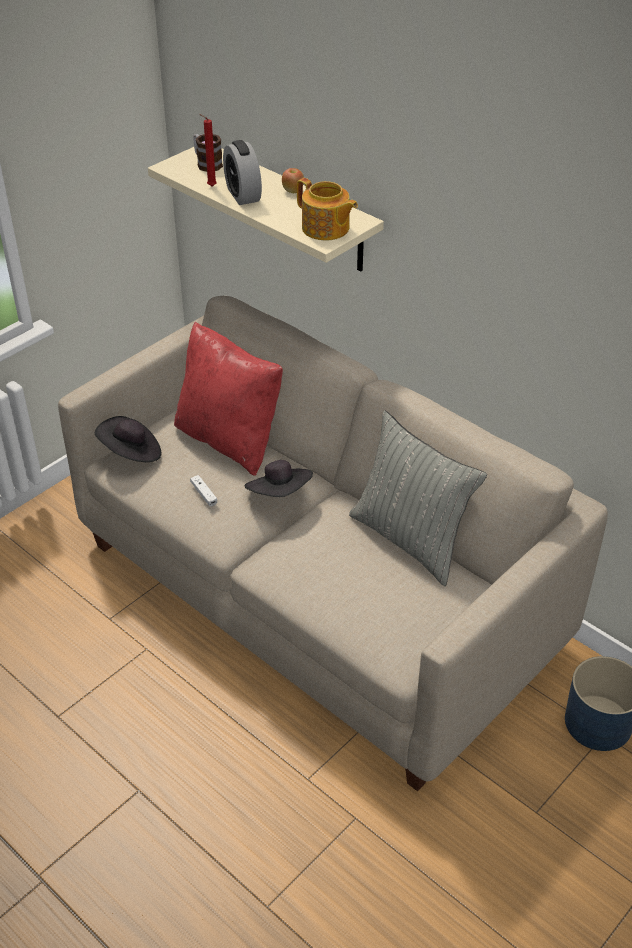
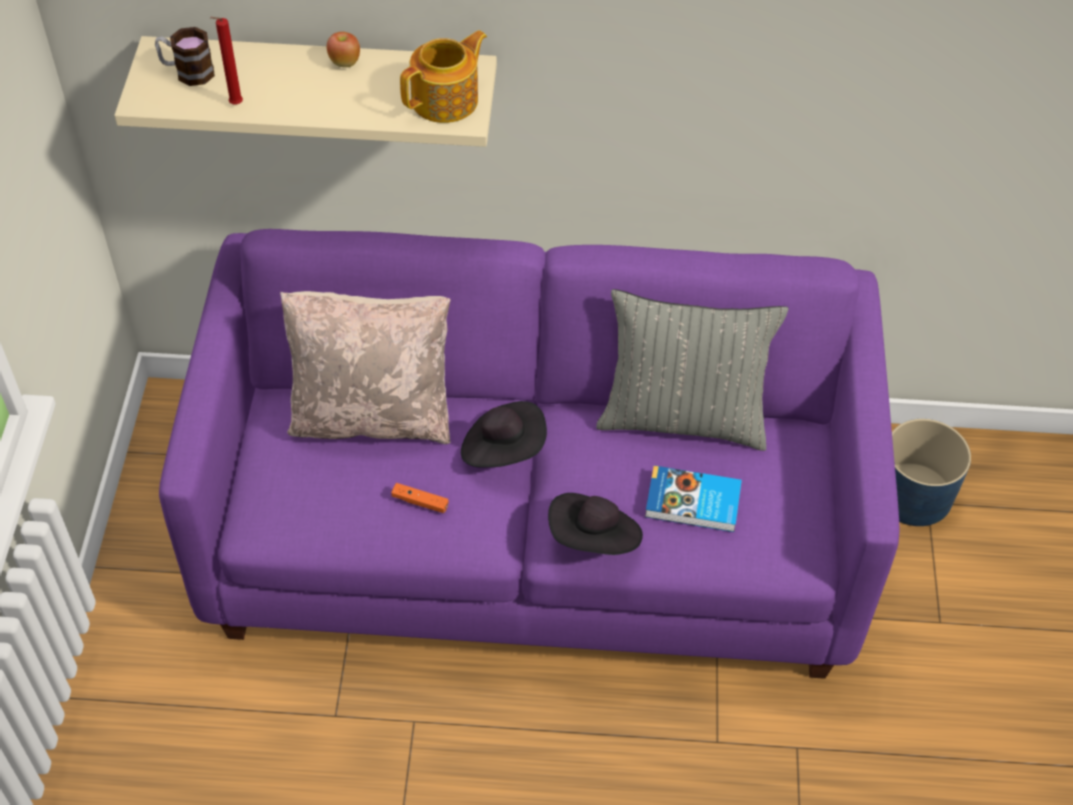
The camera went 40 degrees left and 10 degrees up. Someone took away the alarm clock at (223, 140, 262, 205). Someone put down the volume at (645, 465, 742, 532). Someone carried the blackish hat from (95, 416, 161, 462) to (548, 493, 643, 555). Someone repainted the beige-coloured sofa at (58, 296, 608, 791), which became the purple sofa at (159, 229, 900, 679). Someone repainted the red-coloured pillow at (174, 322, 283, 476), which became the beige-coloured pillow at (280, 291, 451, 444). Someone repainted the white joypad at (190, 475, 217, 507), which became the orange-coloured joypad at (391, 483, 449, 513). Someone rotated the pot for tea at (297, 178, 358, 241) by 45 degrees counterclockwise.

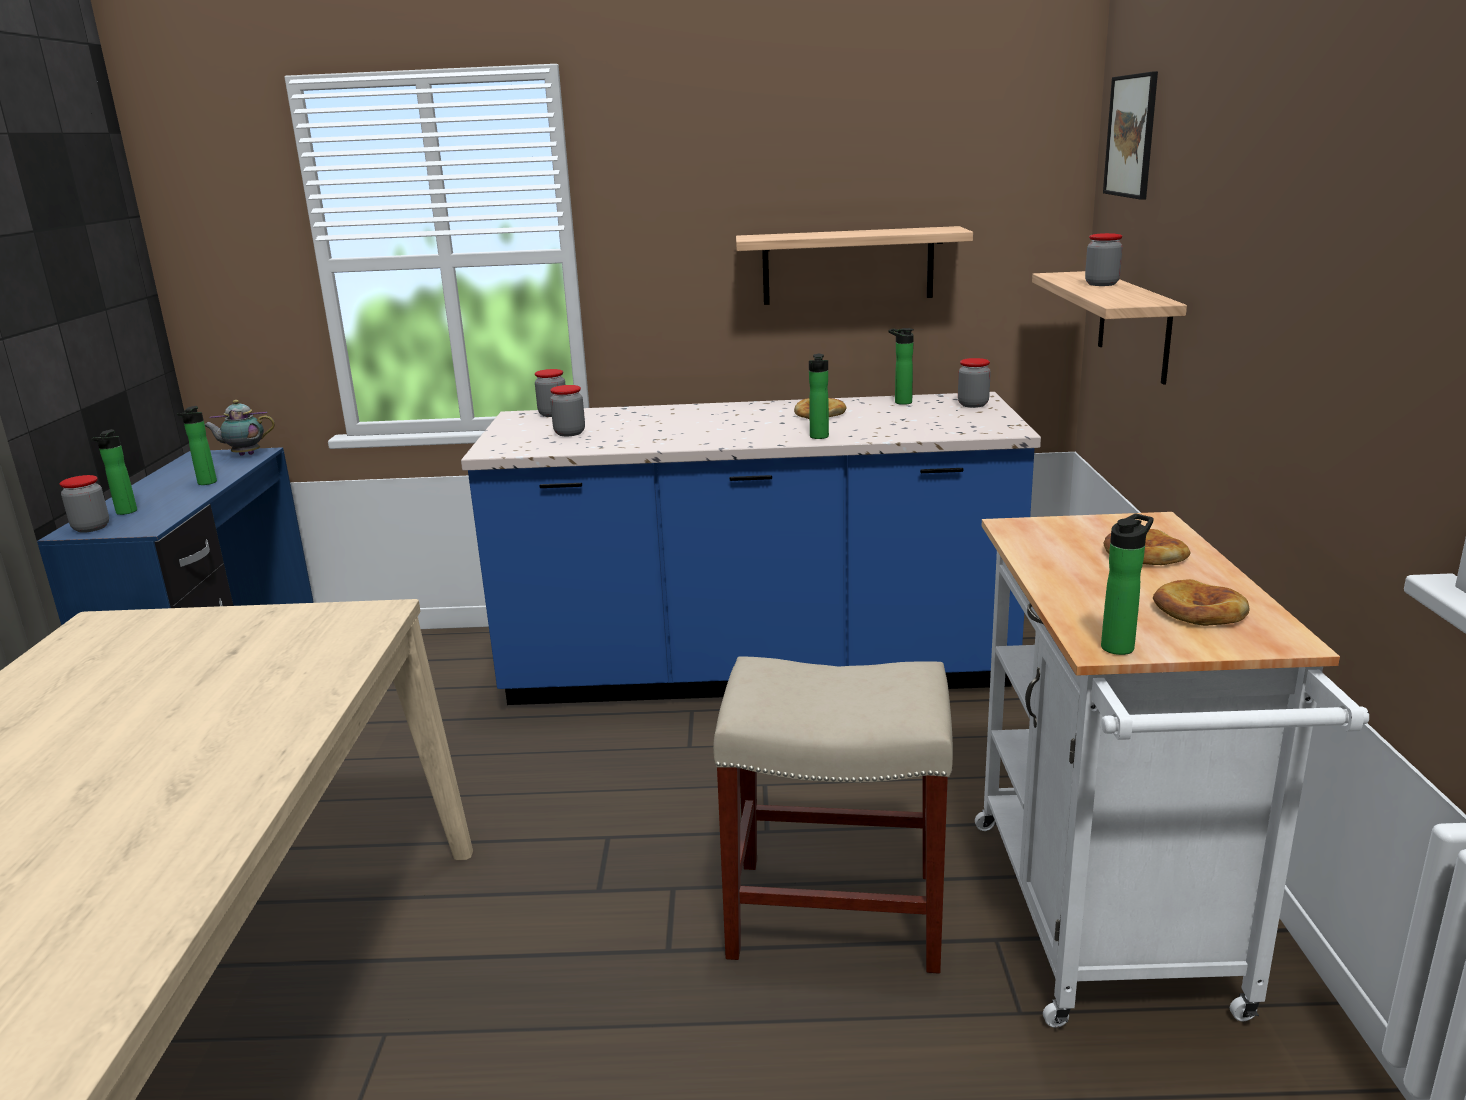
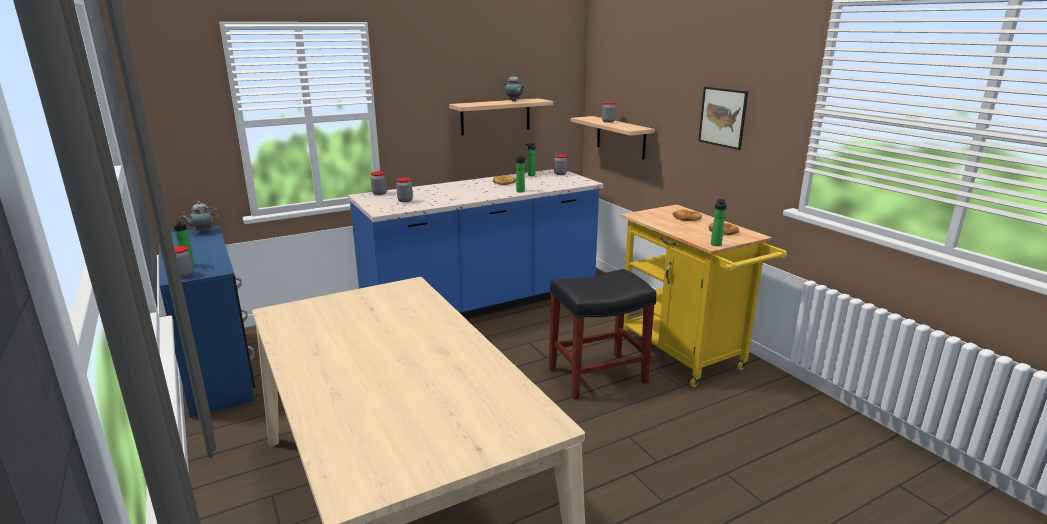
The camera went 30 degrees left and 0 degrees up. Someone took away the beverage bottle at (177, 406, 217, 485). Someone put down the pot for tea at (504, 74, 525, 102). Someone carried the wall art from (1103, 71, 1158, 200) to (698, 87, 748, 150). Someone repainted the beige-coloured sitting stool at (713, 656, 953, 973), which became the blackish sitting stool at (549, 269, 657, 400). Someone repainted the white cart at (975, 512, 1369, 1027), which became the yellow cart at (621, 204, 787, 387).

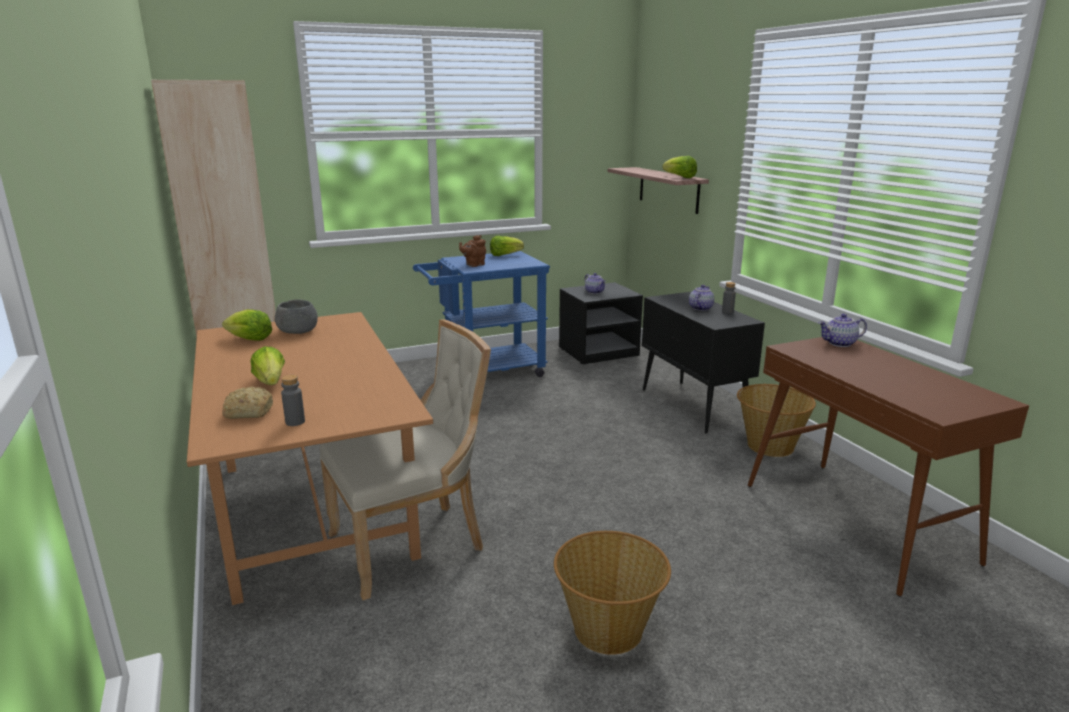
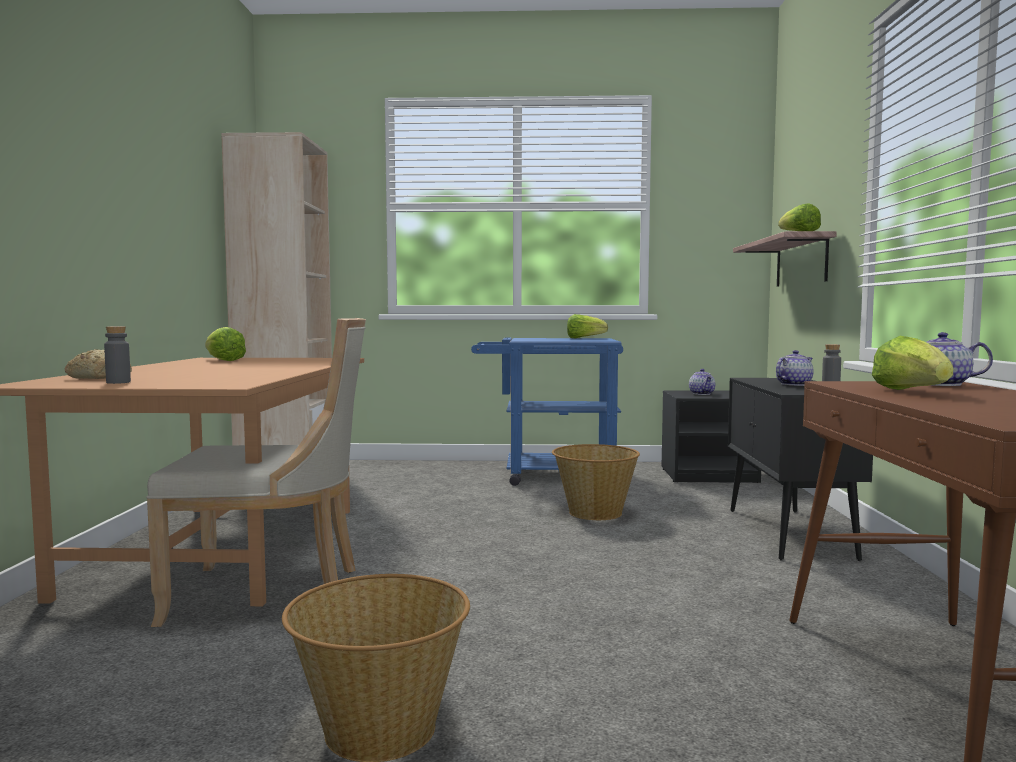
The camera went 25 degrees right and 15 degrees down. Someone took away the grey serving bowl at (275, 299, 318, 334). Someone took away the brown pot for tea at (459, 235, 486, 267). Someone carried the lettuce from (250, 347, 285, 385) to (872, 336, 954, 390). Someone carried the basket from (737, 384, 816, 457) to (552, 444, 640, 520).

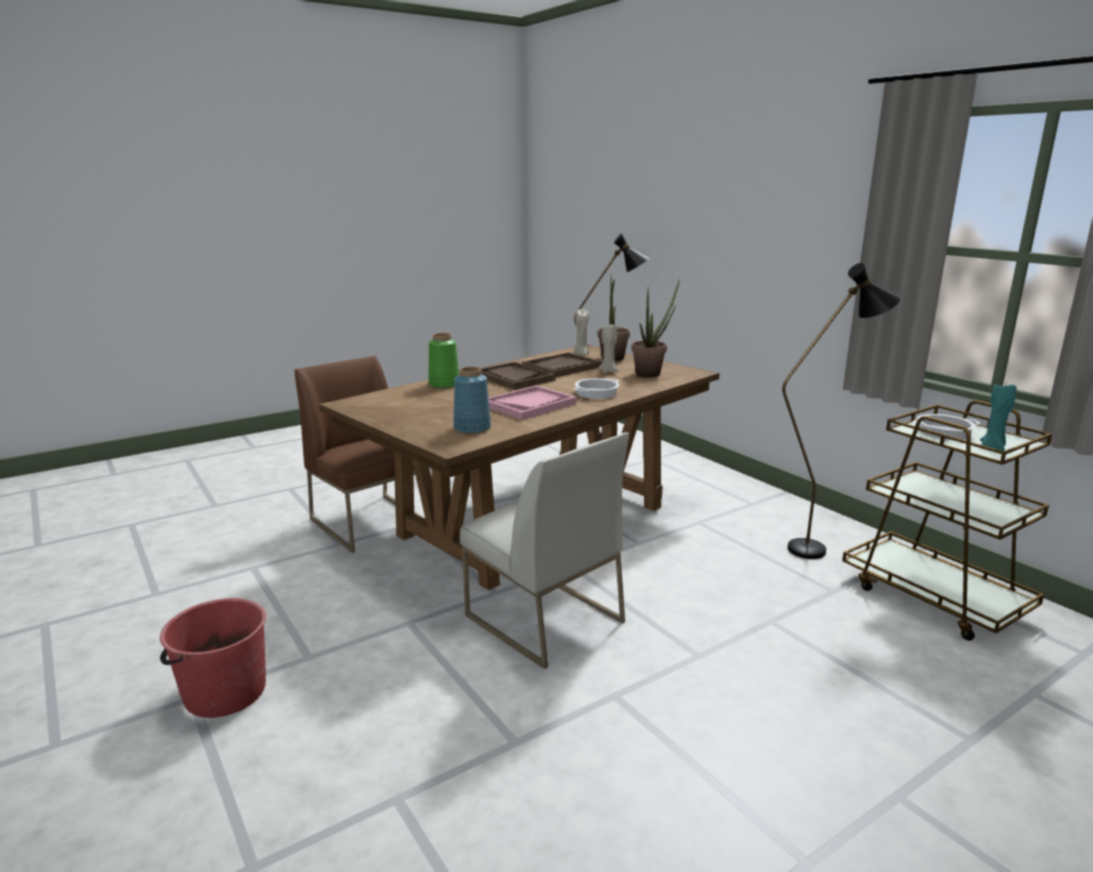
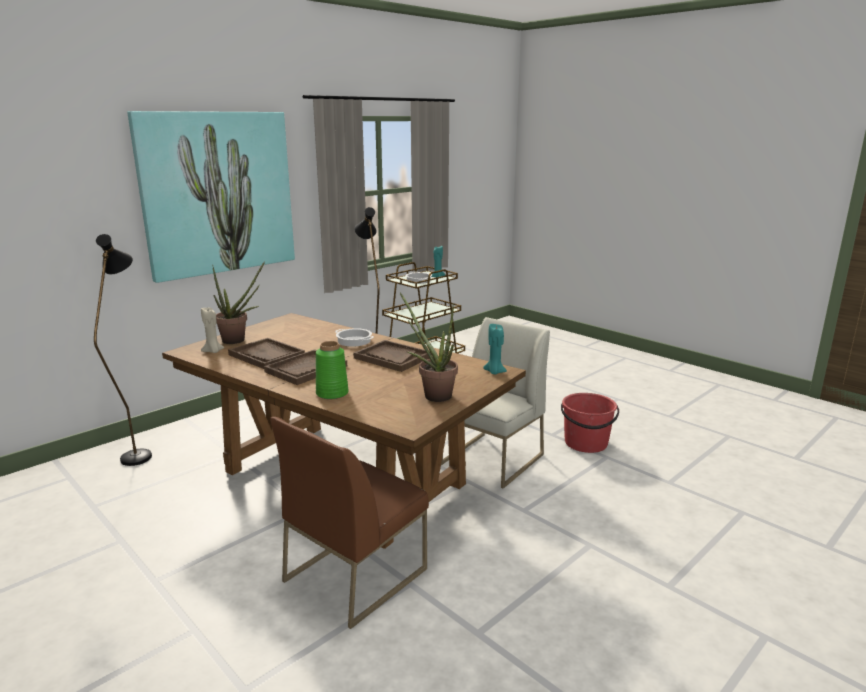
The camera went 100 degrees left and 0 degrees up. Someone took away the bluish decorative vase at (453, 367, 491, 434). Someone took away the beige-coloured wax candle at (598, 324, 618, 373). Someone put up the wall art at (127, 111, 295, 283). Someone put down the turquoise-coloured wax candle at (483, 324, 507, 375). Someone carried the red-coloured bucket from (160, 598, 266, 718) to (561, 393, 619, 453). Someone carried the potted plant from (631, 278, 680, 377) to (400, 293, 458, 402). Someone repainted the pink tray at (489, 385, 577, 420), which became the brown tray at (354, 340, 432, 372).

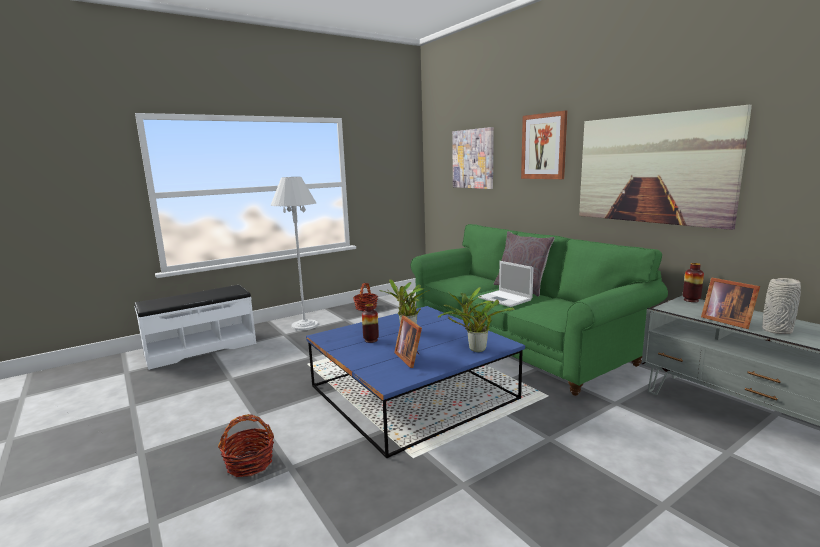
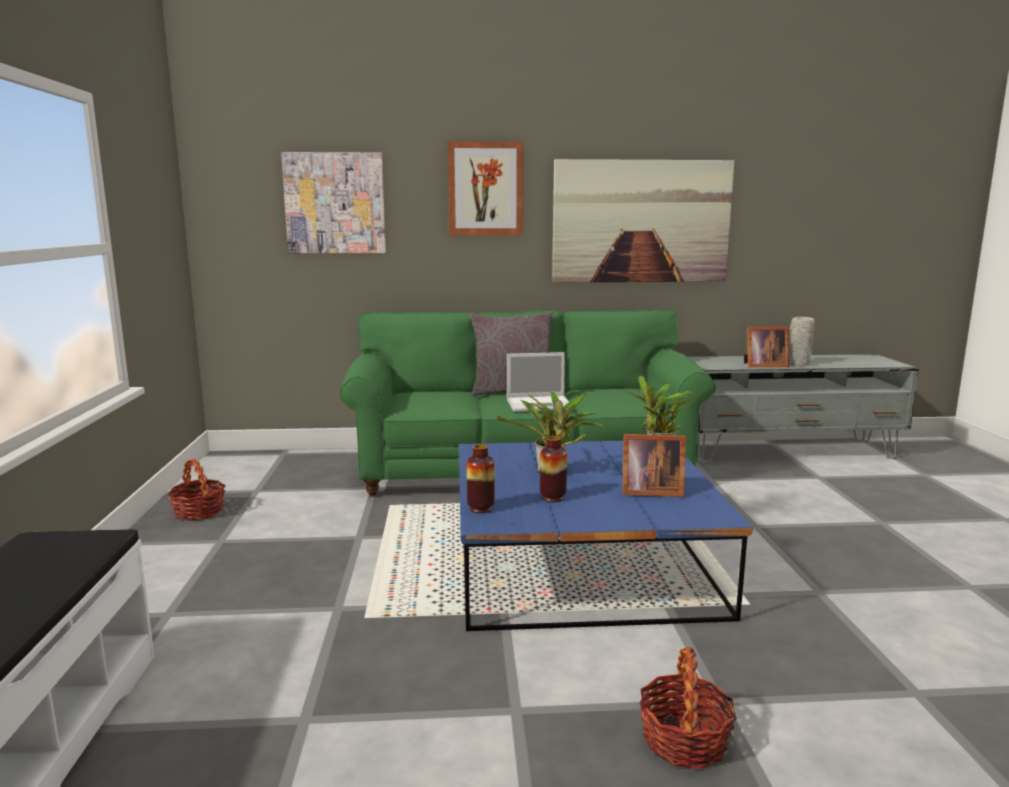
The camera went 60 degrees left and 0 degrees up. Someone took away the white standard lamp at (271, 177, 318, 331). Someone carried the decorative vase from (683, 263, 704, 302) to (466, 444, 495, 513).

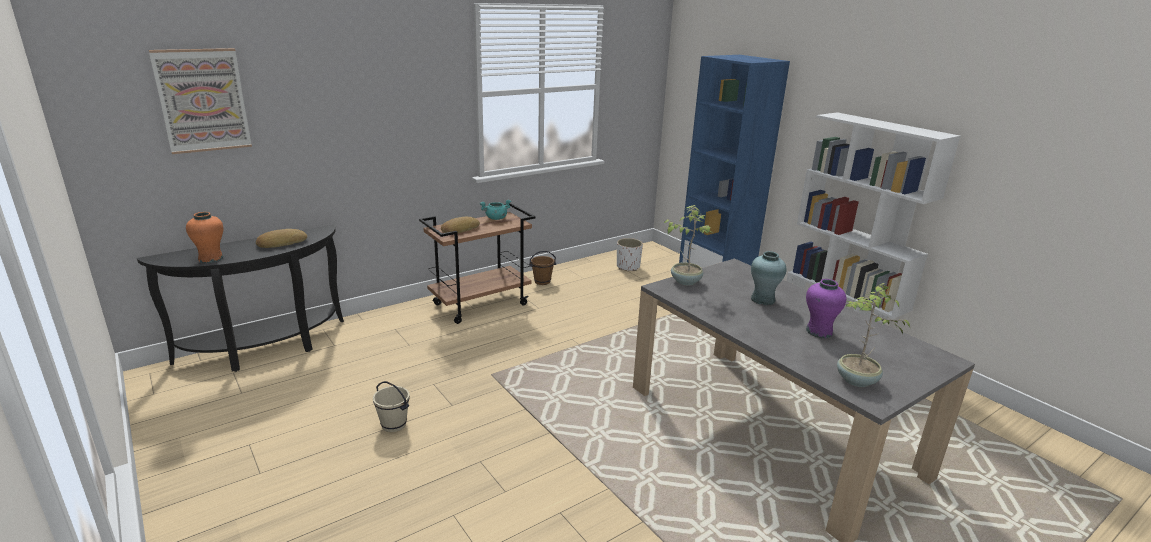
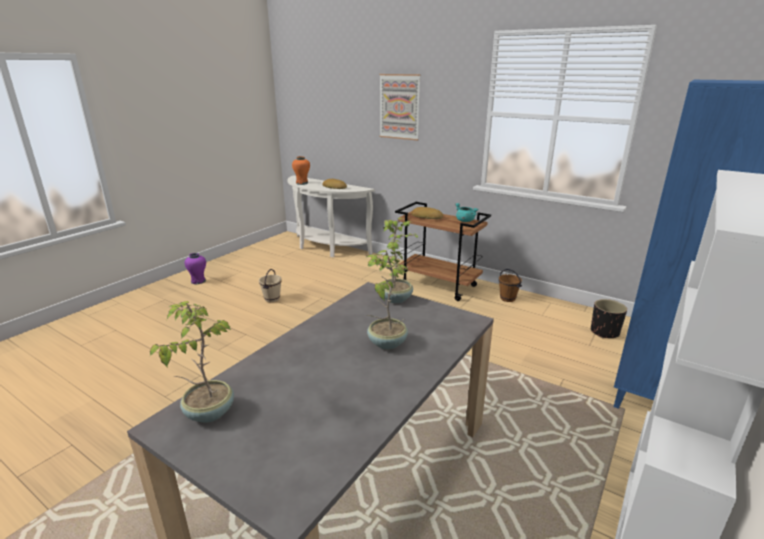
The camera went 70 degrees right and 0 degrees up. Someone carried the wall art from (149, 48, 252, 154) to (379, 74, 421, 141). Someone carried the purple decorative vase from (806, 279, 846, 338) to (185, 253, 206, 284). Someone swapped the turquoise-coloured decorative vase at (751, 251, 787, 305) for the potted plant at (365, 250, 409, 350). Someone repainted the blackish narrow table at (137, 225, 344, 372), which became the white narrow table at (287, 176, 375, 257). Someone repainted the white plant pot at (617, 238, 643, 271), which became the blackish plant pot at (591, 299, 627, 338).

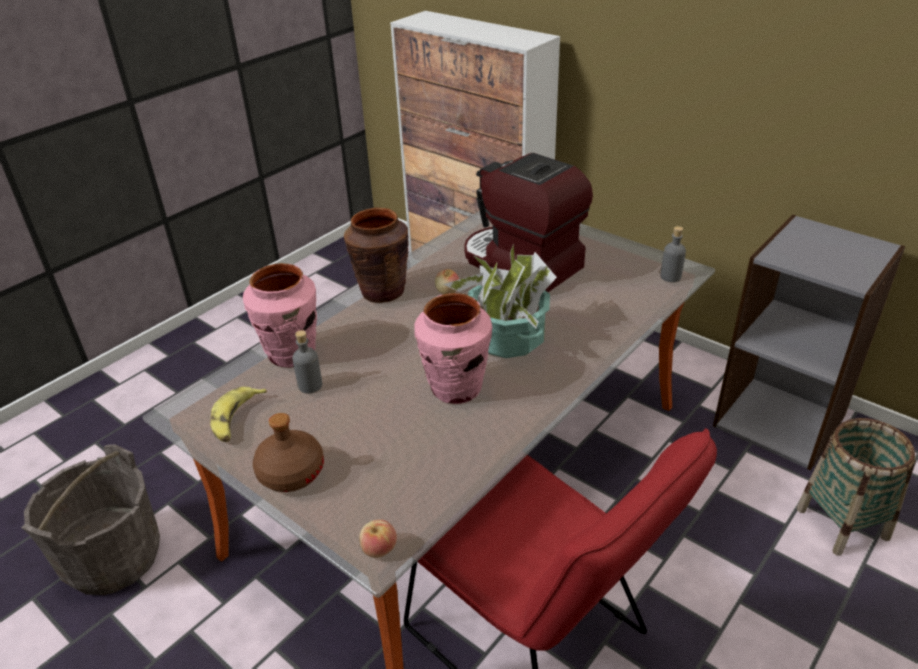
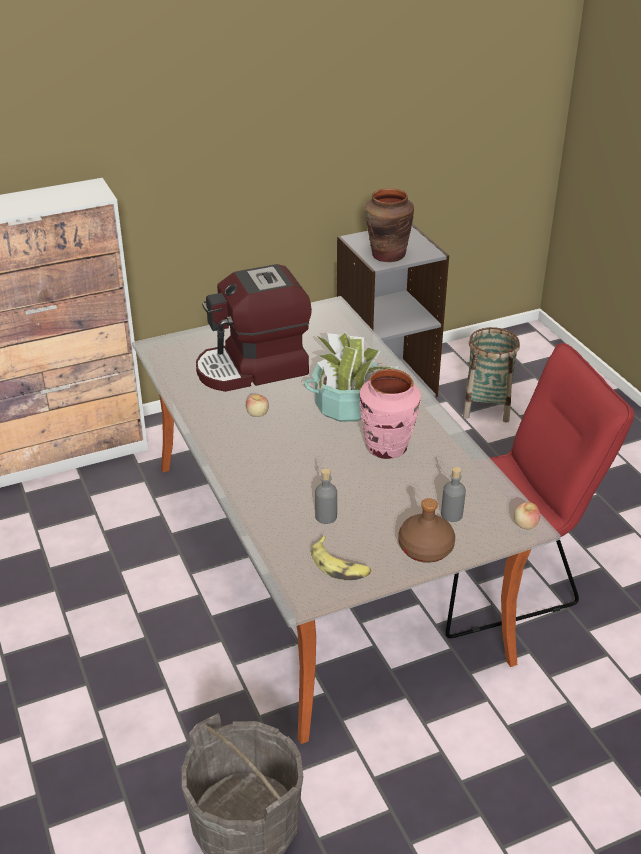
The camera went 65 degrees left and 0 degrees up. Someone took away the pink decorative vase at (243, 263, 317, 368). Someone carried the brown decorative vase from (344, 208, 409, 303) to (365, 188, 414, 262). Someone carried the grey beverage bottle from (660, 226, 686, 282) to (441, 467, 466, 522).

